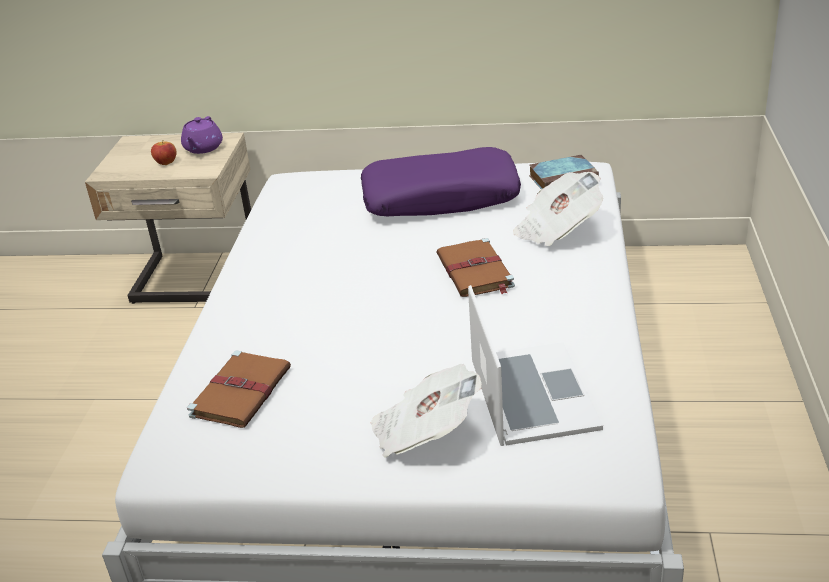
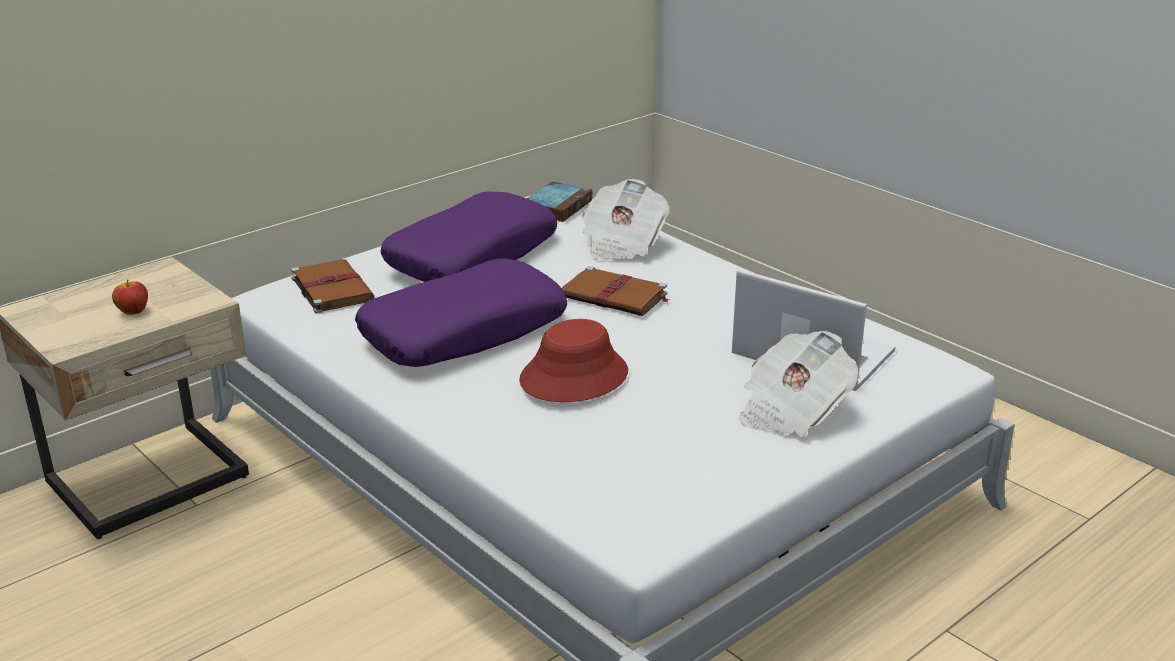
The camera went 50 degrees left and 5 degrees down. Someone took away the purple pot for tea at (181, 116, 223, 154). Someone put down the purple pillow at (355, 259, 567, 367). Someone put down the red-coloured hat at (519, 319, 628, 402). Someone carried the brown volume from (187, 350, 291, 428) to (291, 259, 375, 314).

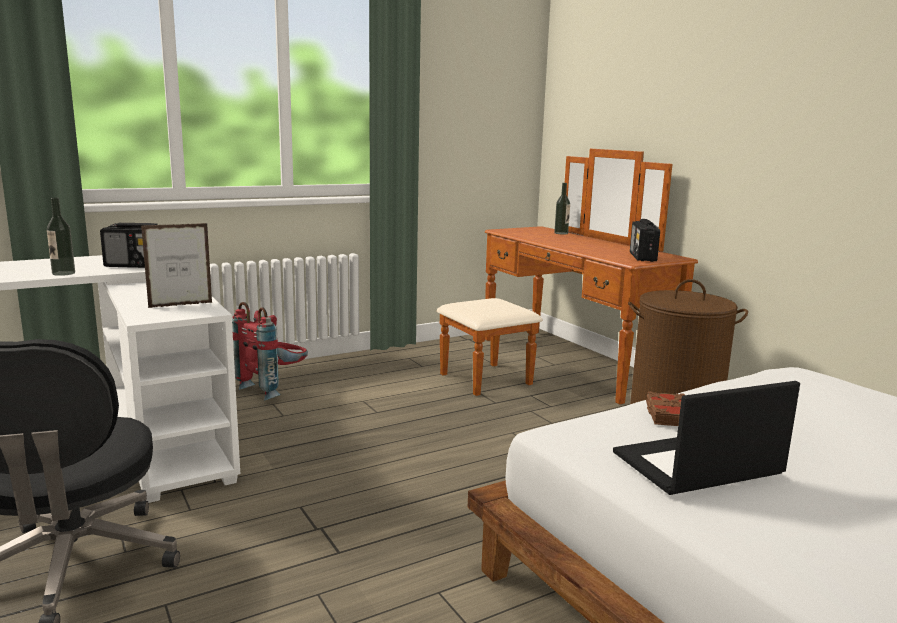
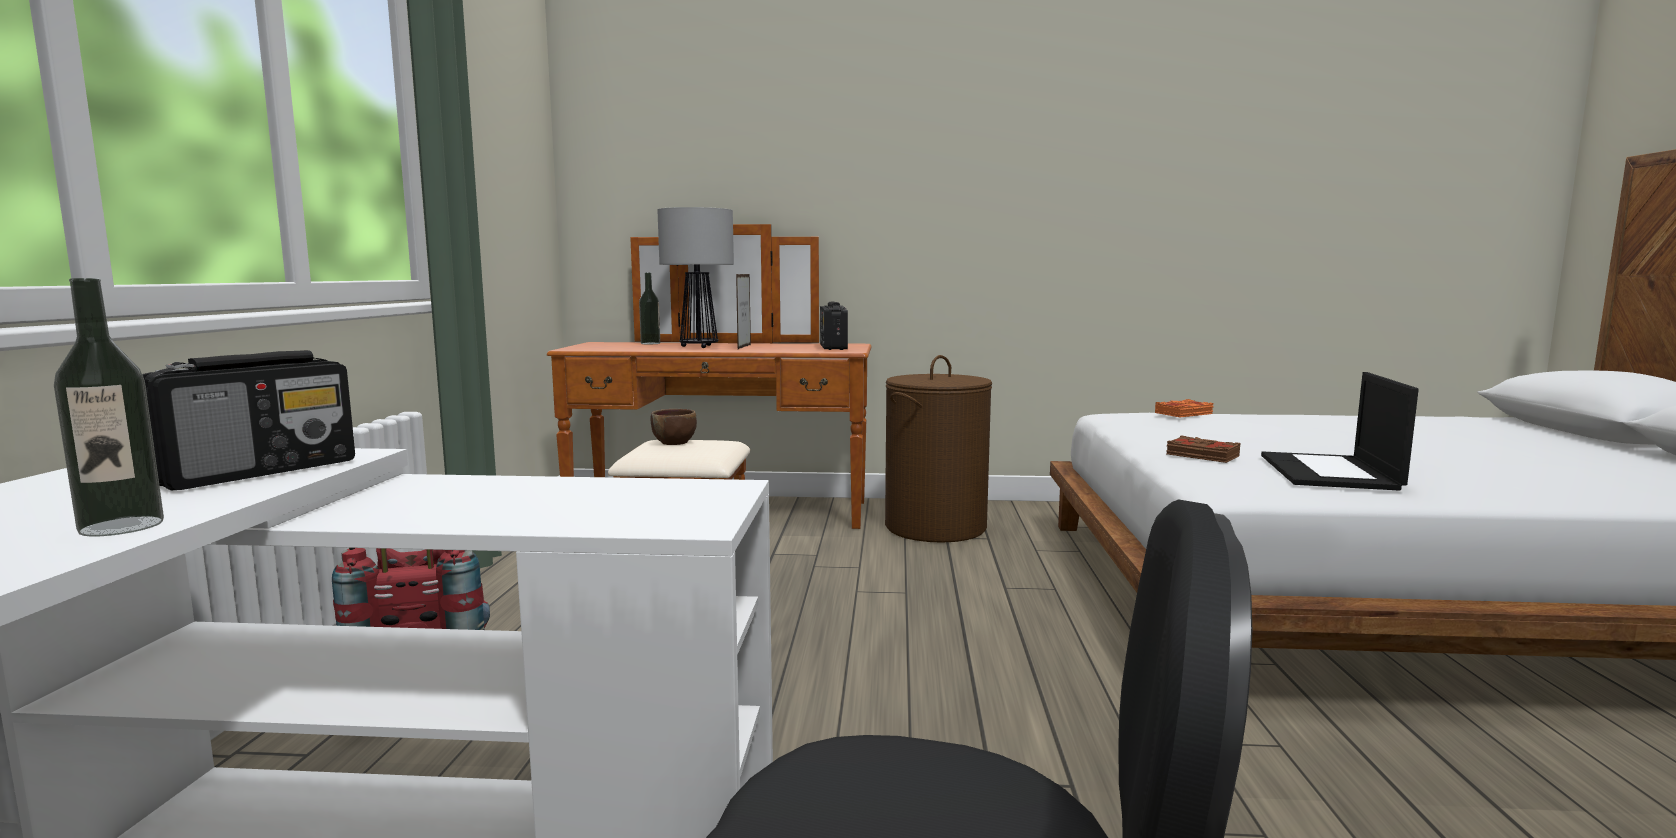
The camera went 55 degrees left and 5 degrees down. Someone put down the brown serving bowl at (650, 409, 697, 445). Someone put down the tabletop lamp at (657, 207, 734, 348). Someone put down the orange-coloured volume at (1155, 399, 1214, 417). Someone carried the photo frame from (141, 223, 213, 308) to (736, 274, 751, 349). Someone rotated the radio receiver at (630, 219, 660, 262) by 45 degrees clockwise.

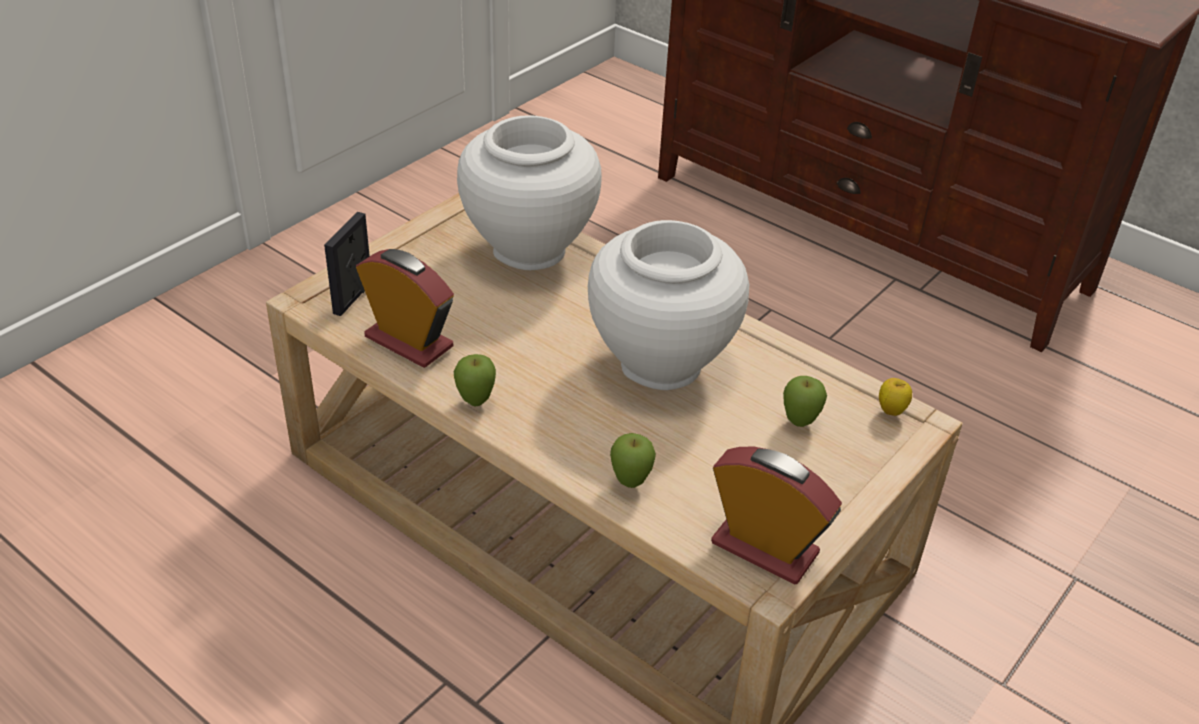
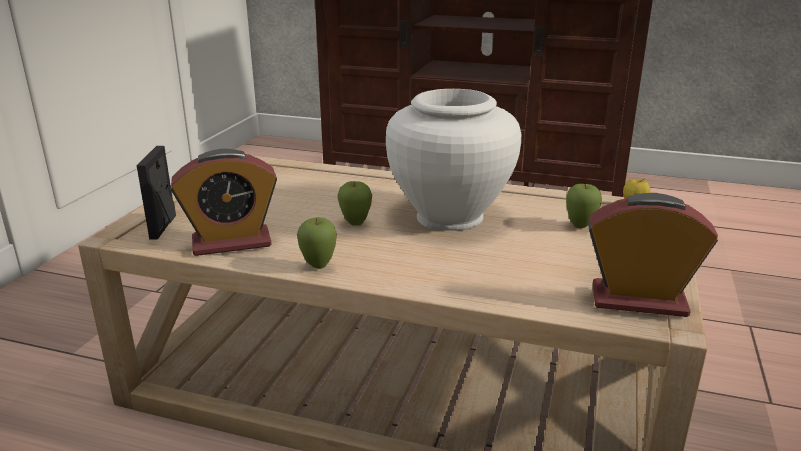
The camera went 20 degrees left and 15 degrees down. Someone took away the white decorative vase at (457, 115, 602, 270). Someone carried the whole apple from (610, 433, 656, 488) to (337, 181, 372, 226). Someone rotated the alarm clock at (356, 249, 454, 368) by 150 degrees clockwise.

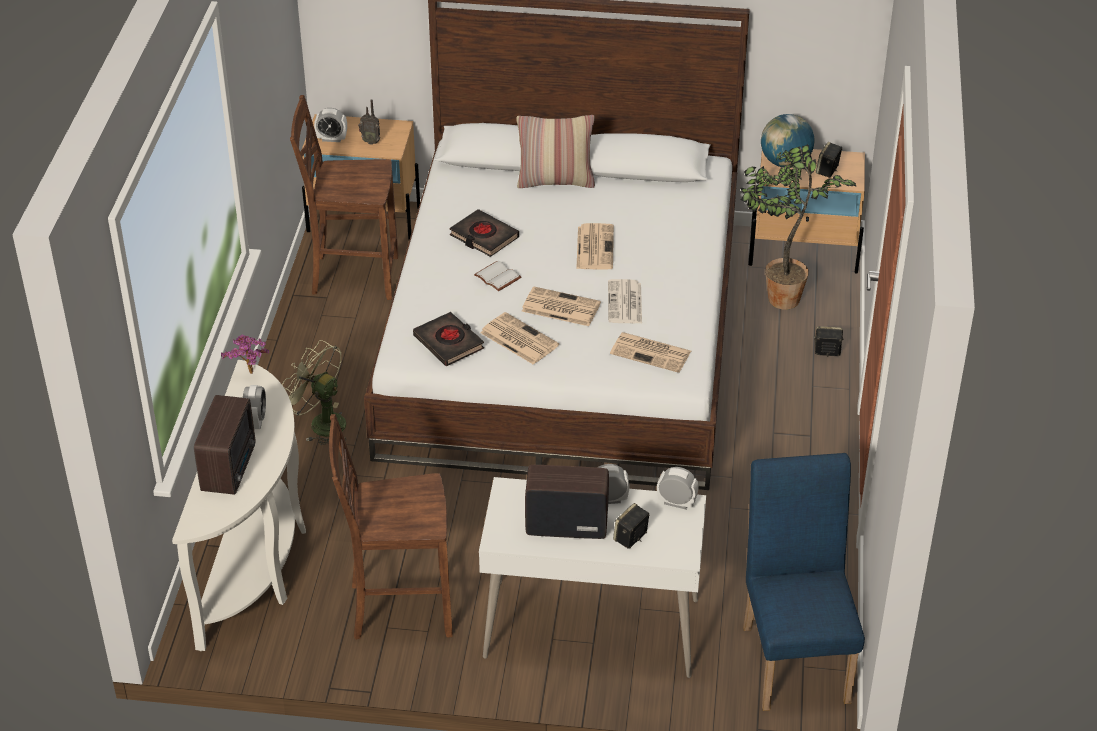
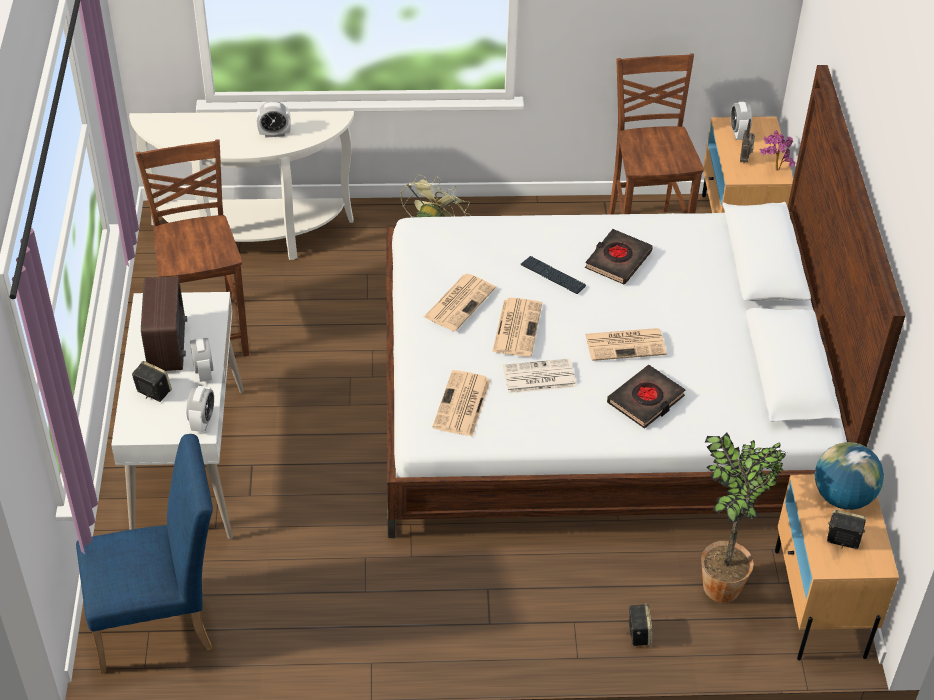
The camera went 80 degrees right and 5 degrees up. Someone took away the radio receiver at (194, 395, 255, 495). Someone took away the pillow at (516, 115, 595, 188). Someone carried the potted plant from (221, 334, 269, 374) to (760, 130, 795, 171). Someone carried the blackish volume from (413, 312, 484, 366) to (607, 365, 686, 429). Someone swapped the white volume at (474, 261, 521, 291) for the PC keyboard at (520, 256, 586, 294).

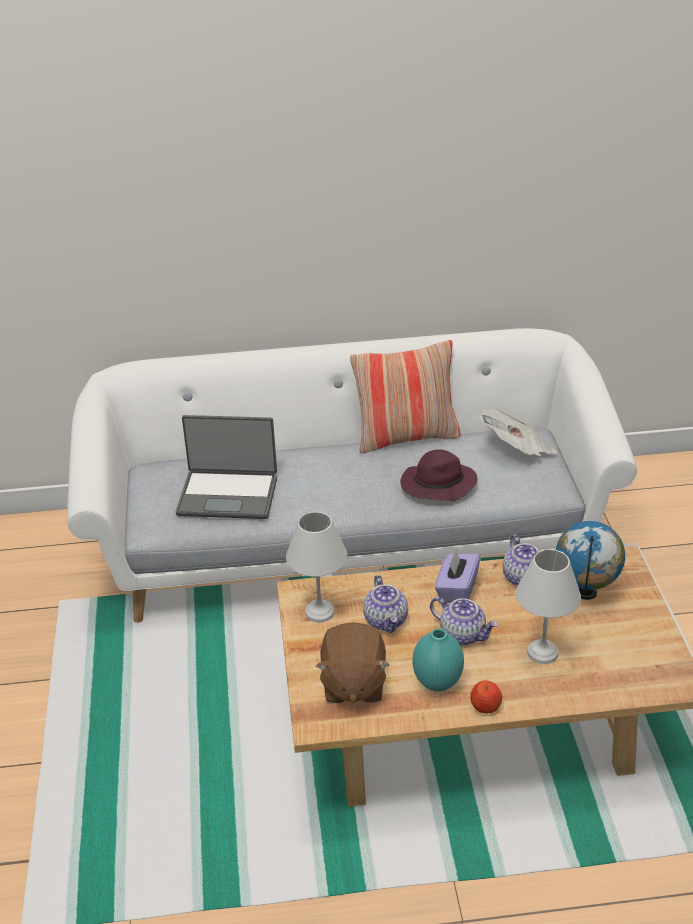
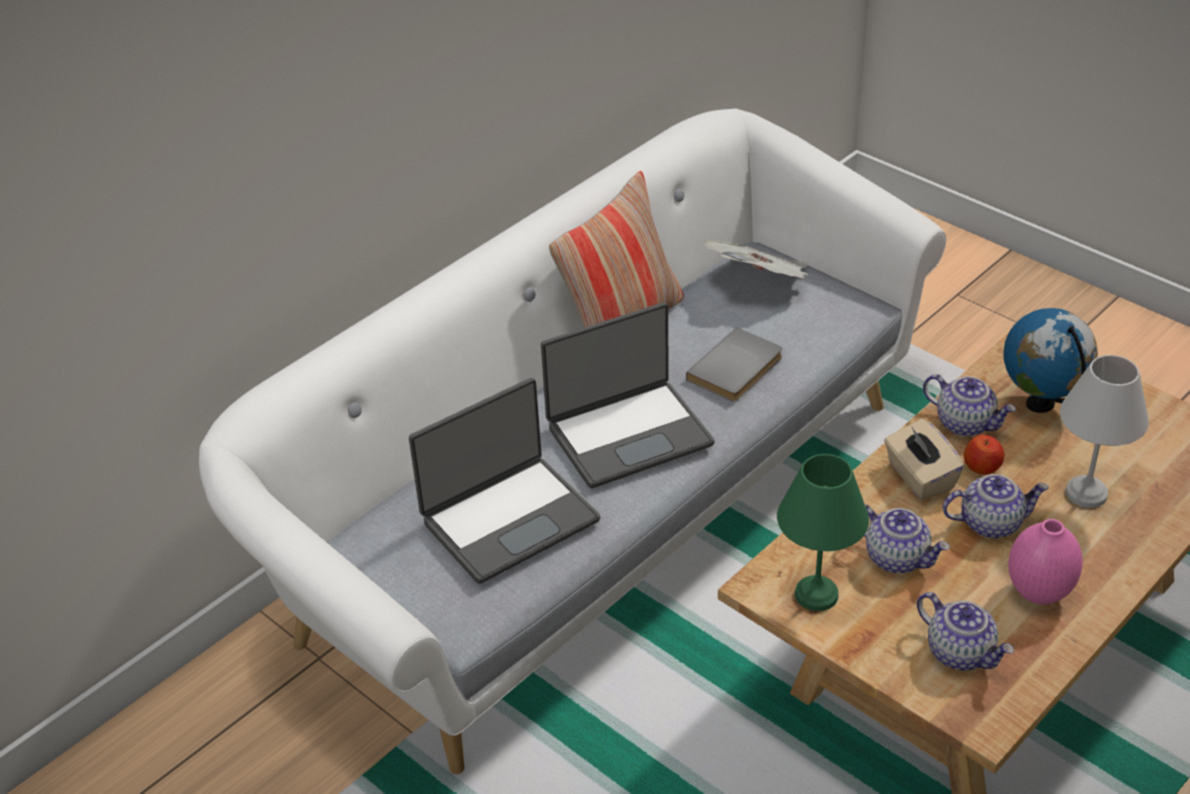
The camera went 40 degrees left and 5 degrees up. Someone put down the portable computer at (541, 303, 714, 488). Someone carried the whole apple from (470, 680, 502, 713) to (964, 435, 1004, 475). Someone swapped the brown soft toy at (316, 622, 389, 703) for the pot for tea at (917, 592, 1014, 671). Someone swapped the purple hat at (400, 449, 477, 501) for the grey volume at (686, 328, 782, 401). Someone repainted the white tabletop lamp at (286, 512, 348, 623), which became the green tabletop lamp at (777, 454, 869, 611). Someone repainted the turquoise-coloured decorative vase at (413, 628, 464, 692), which became the pink decorative vase at (1008, 519, 1083, 605). Someone repainted the purple box of tissues at (435, 549, 480, 603), which became the beige-coloured box of tissues at (884, 419, 964, 500).

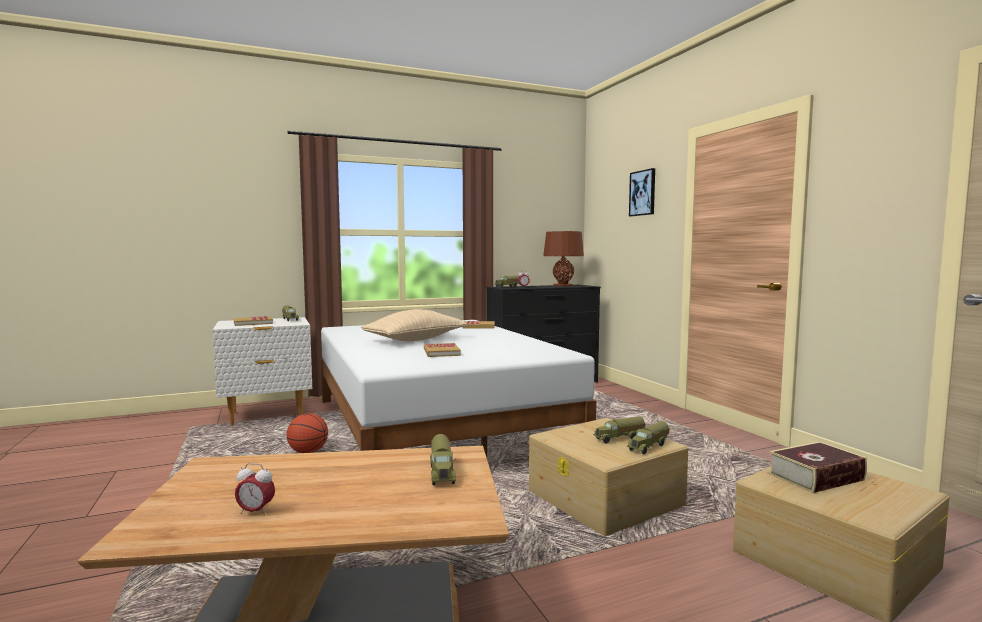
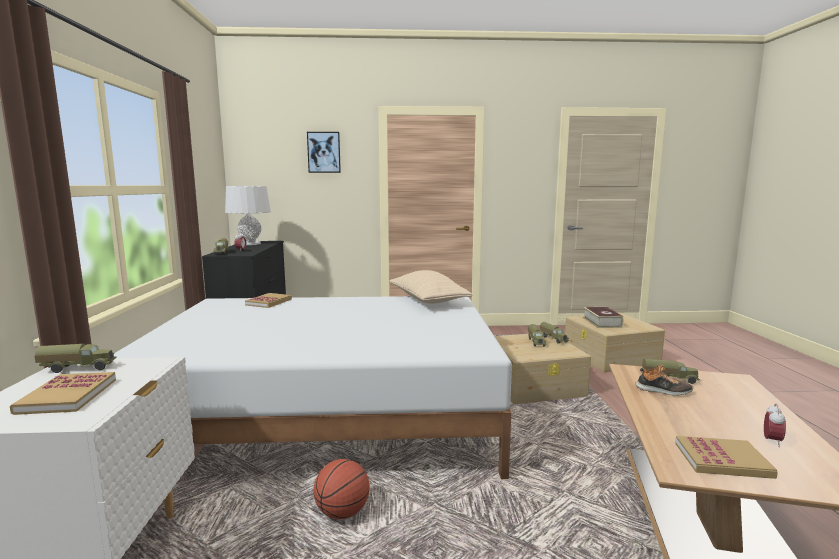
The camera went 70 degrees left and 5 degrees up. Someone put down the shoe at (635, 365, 693, 396). Someone carried the beige-coloured pillow from (361, 309, 467, 341) to (389, 270, 473, 304). Someone carried the volume from (424, 343, 461, 357) to (675, 436, 778, 479). Someone repainted the brown tabletop lamp at (543, 231, 584, 286), which became the grey tabletop lamp at (225, 186, 271, 245).

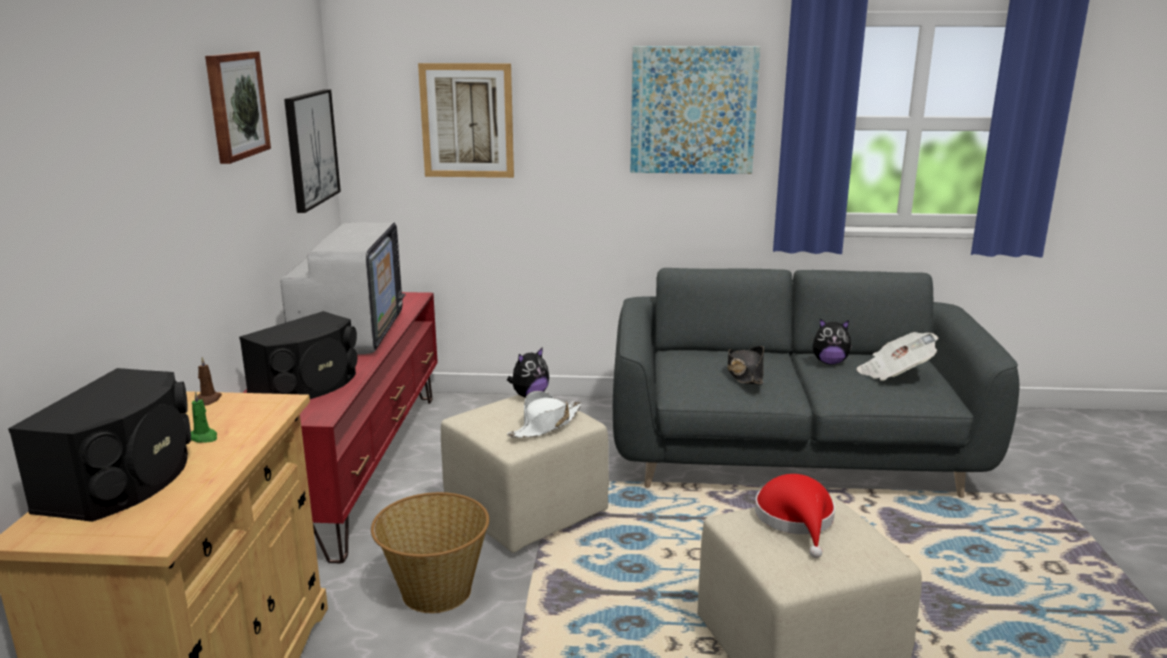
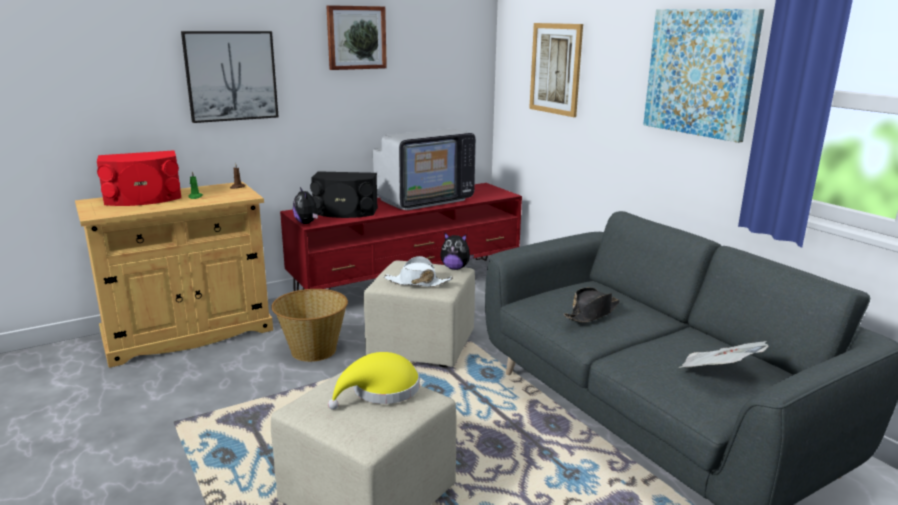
The camera went 55 degrees right and 0 degrees up. Someone carried the wall art from (284, 89, 341, 213) to (181, 31, 278, 123). Someone carried the soft toy from (813, 319, 852, 365) to (293, 187, 322, 224). Someone repainted the blackish loudspeaker at (8, 368, 191, 522), which became the red-coloured loudspeaker at (97, 150, 181, 206). Someone repainted the red-coloured hat at (755, 474, 835, 558), which became the yellow hat at (328, 352, 419, 410).

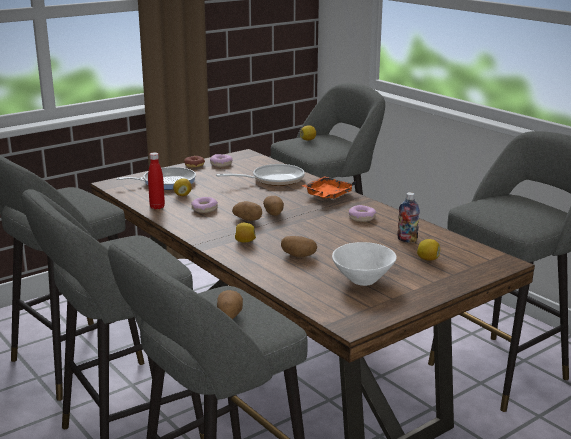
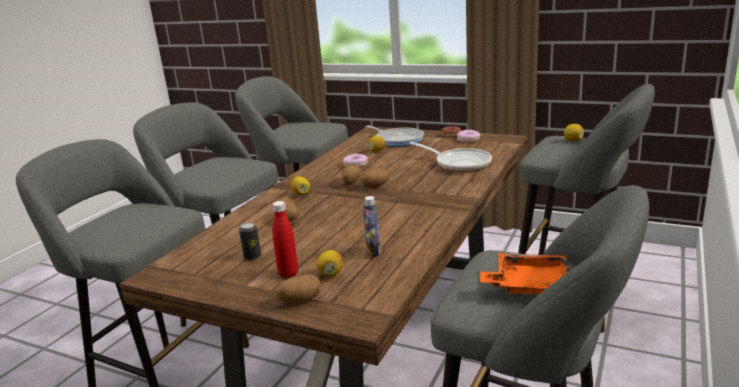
The camera went 65 degrees right and 0 degrees up. Someone took away the ring doughnut at (349, 205, 376, 222). Someone carried the red-coloured beverage bottle from (148, 152, 165, 209) to (272, 201, 298, 278). Someone carried the potato from (217, 290, 243, 319) to (276, 274, 321, 303). Someone carried the orange-coloured tray from (302, 176, 356, 199) to (480, 253, 570, 295). Someone swapped the white serving bowl at (332, 242, 397, 286) for the sealed can at (239, 222, 261, 260).

